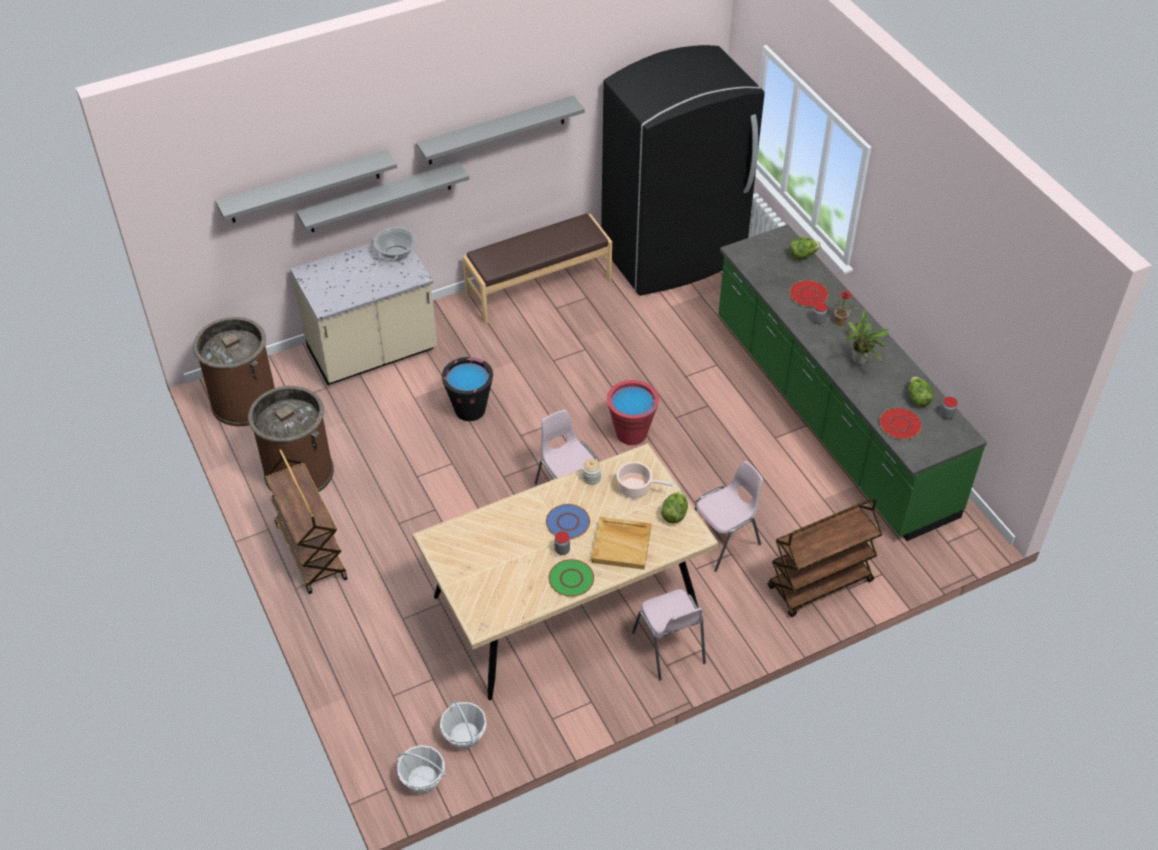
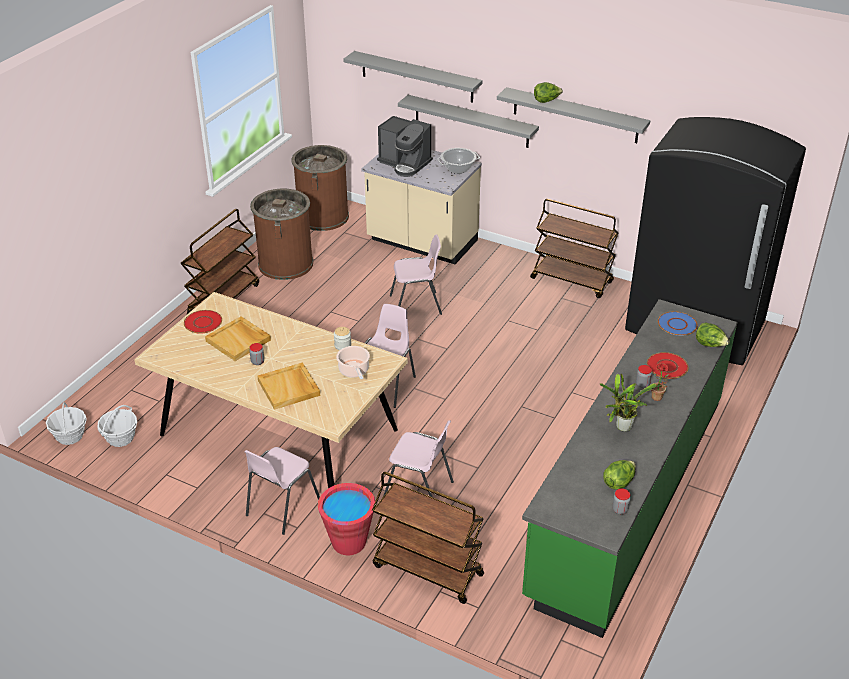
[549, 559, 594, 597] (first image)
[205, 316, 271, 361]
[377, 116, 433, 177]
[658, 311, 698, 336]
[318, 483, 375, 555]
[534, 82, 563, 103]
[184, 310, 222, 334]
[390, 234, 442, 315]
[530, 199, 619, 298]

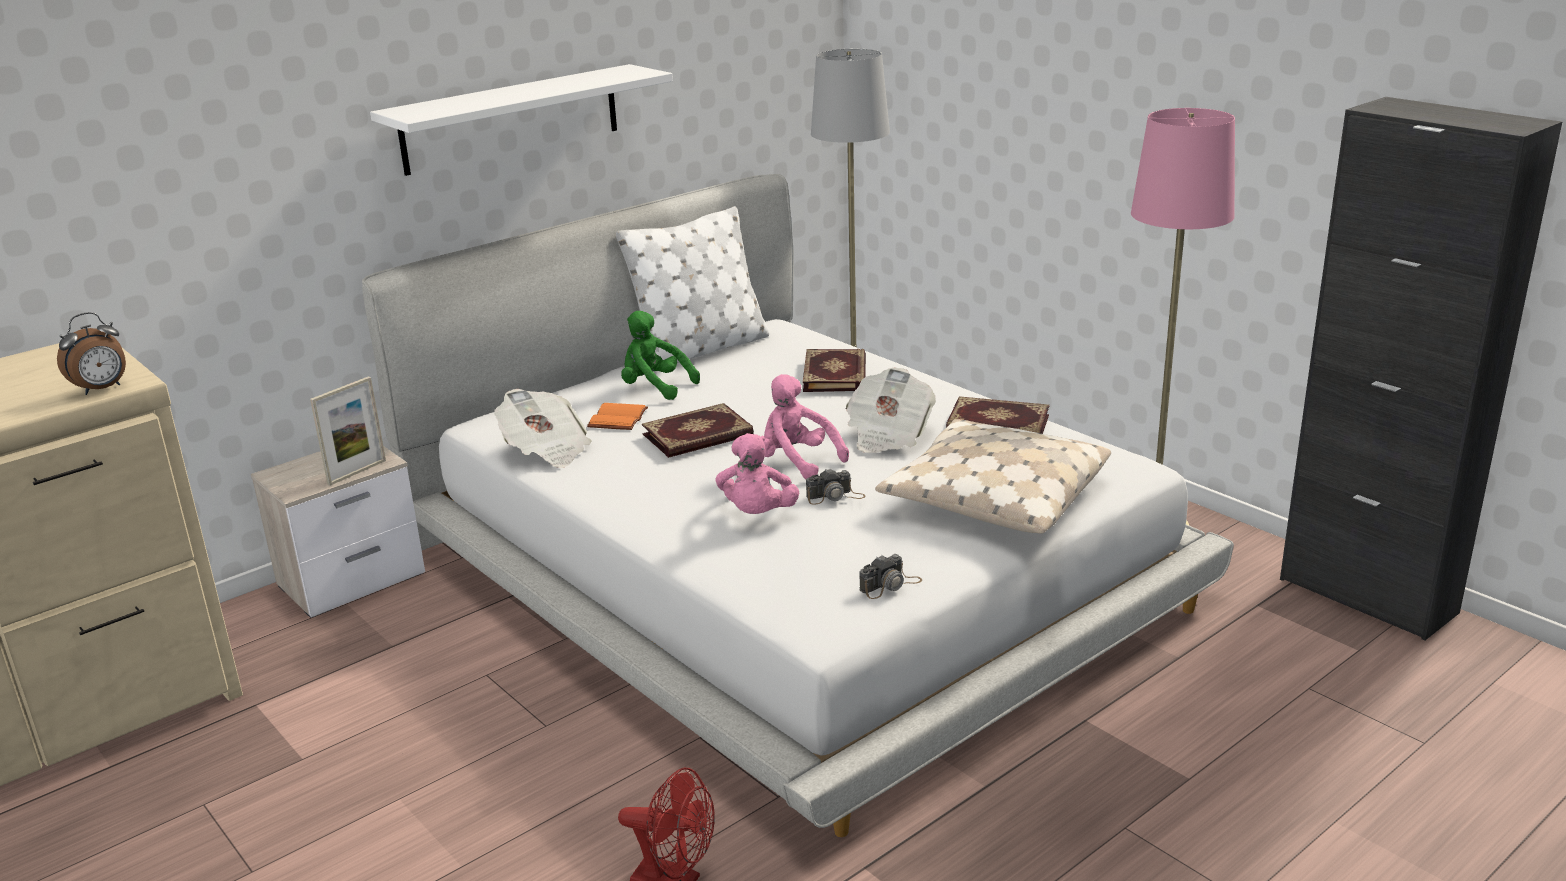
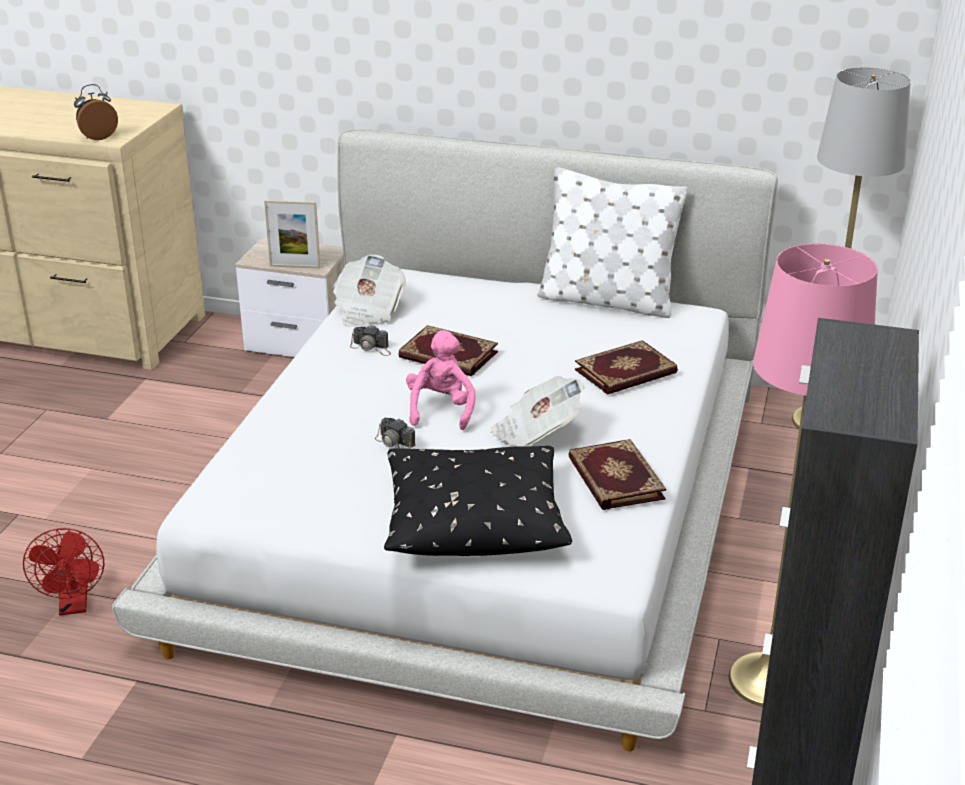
[370, 64, 673, 176] (first image)
[587, 403, 648, 430] (first image)
[621, 311, 700, 400] (first image)
[716, 433, 799, 514] (first image)
[350, 325, 391, 356]
[384, 446, 572, 556]
[74, 84, 118, 140]

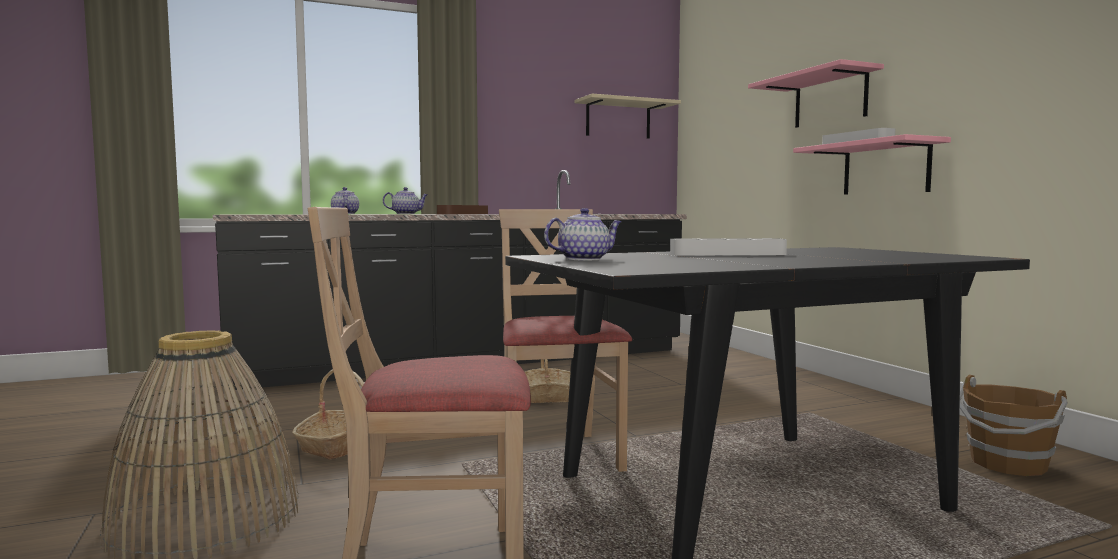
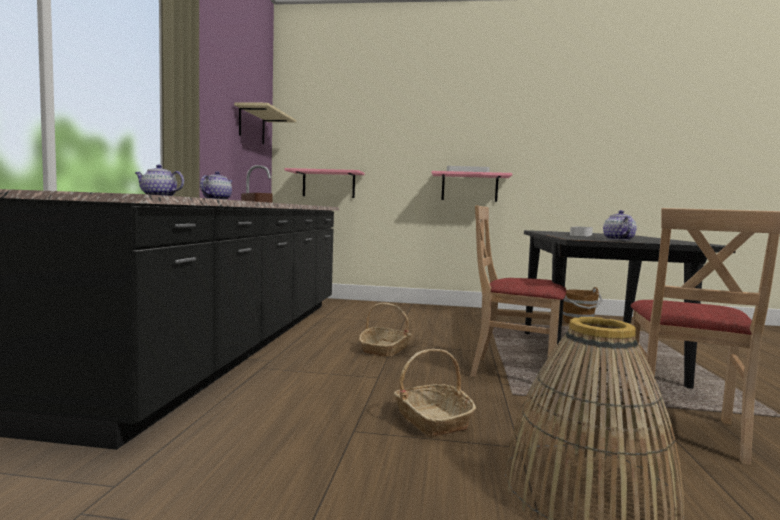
[284, 168, 365, 198]

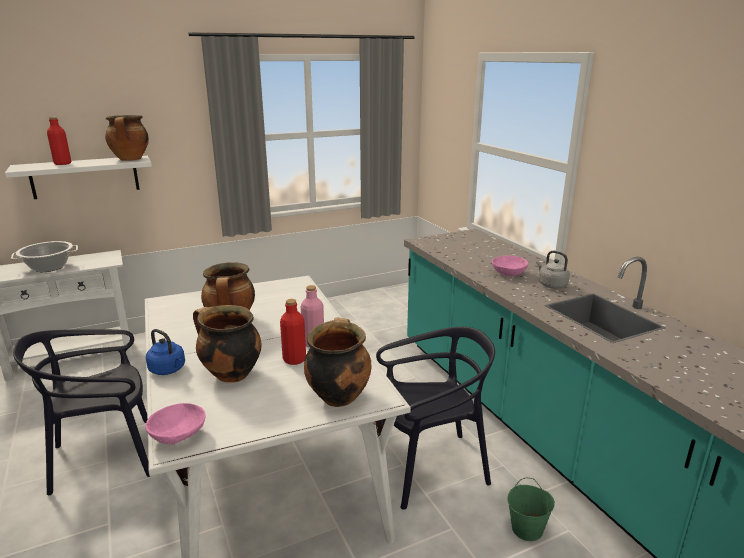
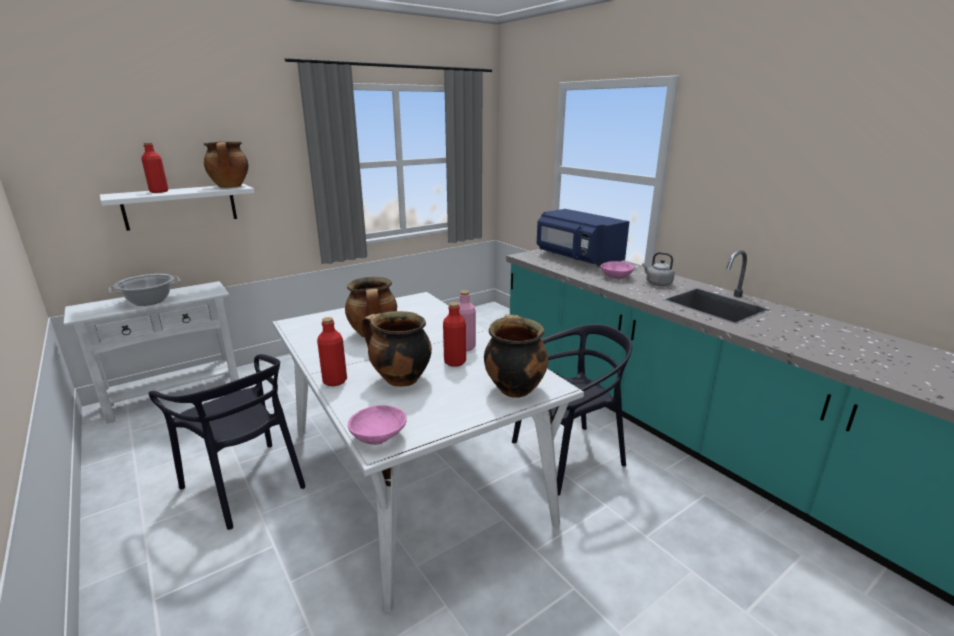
[507, 478, 555, 541] (first image)
[537, 209, 630, 266]
[317, 317, 347, 386]
[149, 354, 306, 530]

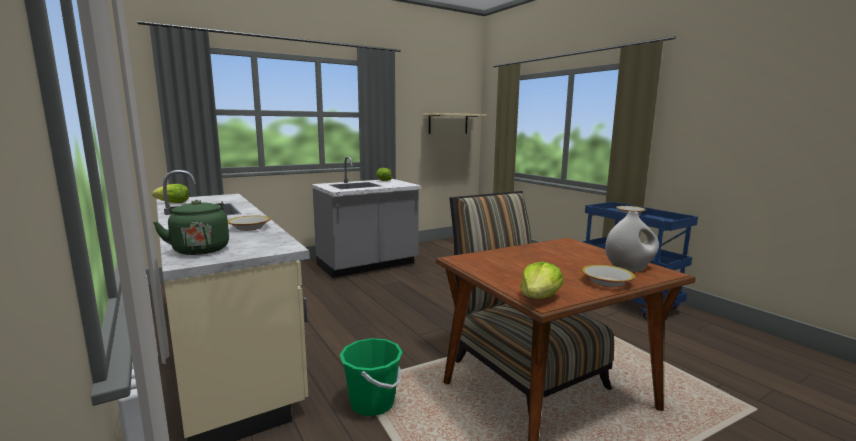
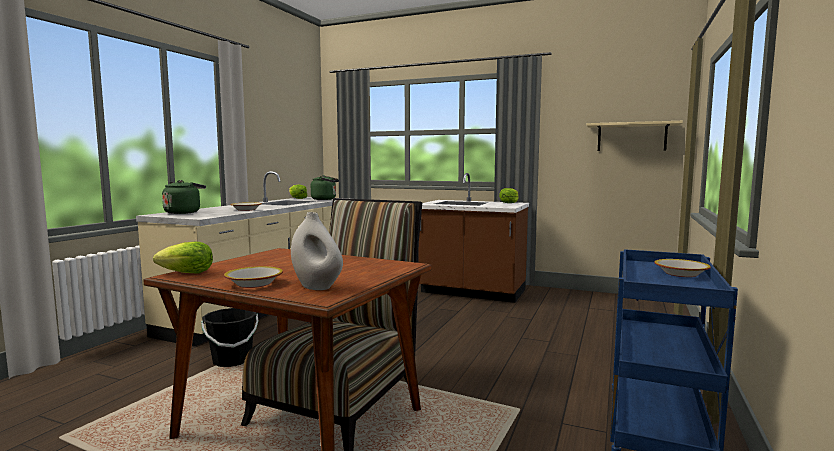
[311, 175, 339, 200]
[418, 173, 529, 303]
[201, 308, 258, 367]

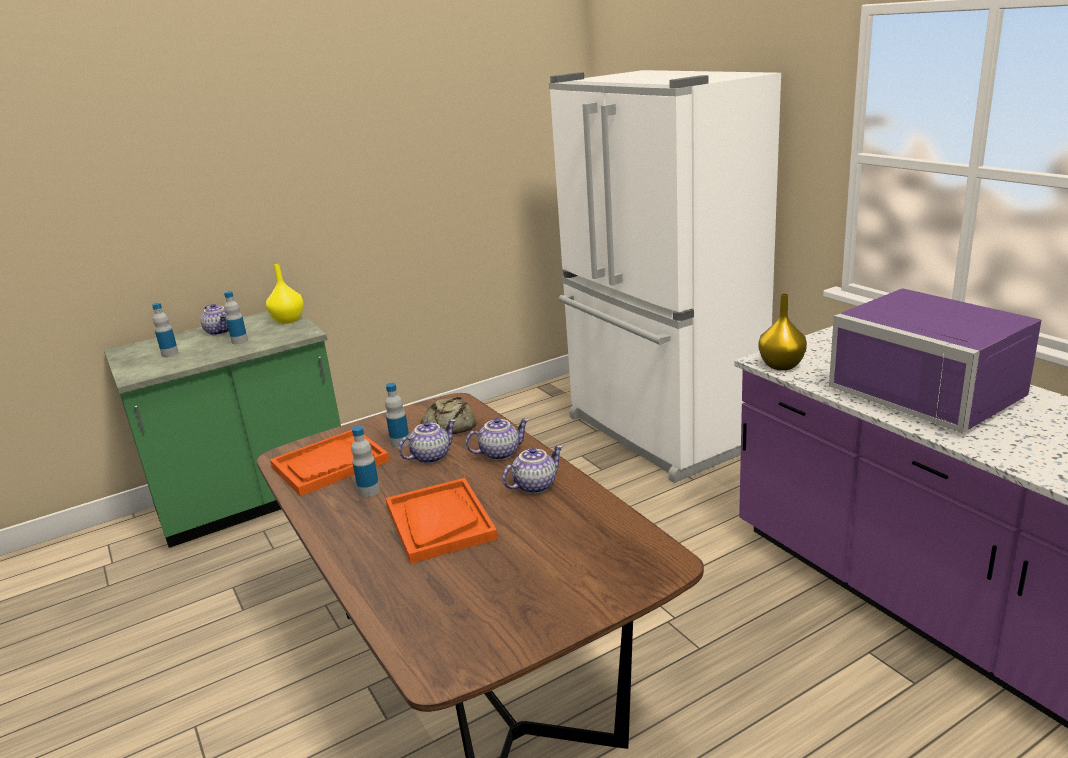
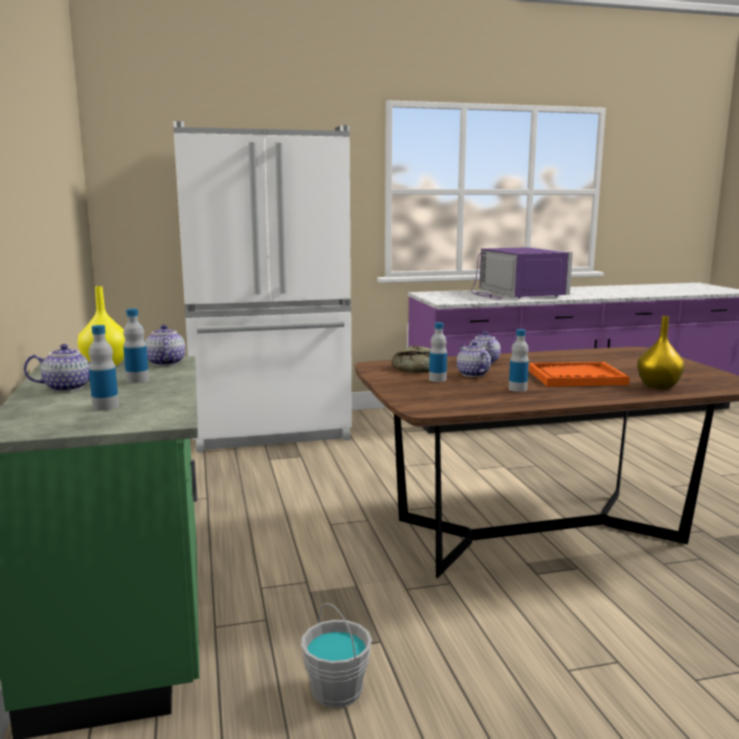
[270, 430, 389, 496] (first image)
[301, 603, 372, 708]
[145, 325, 186, 366]
[637, 316, 685, 389]
[471, 247, 573, 299]

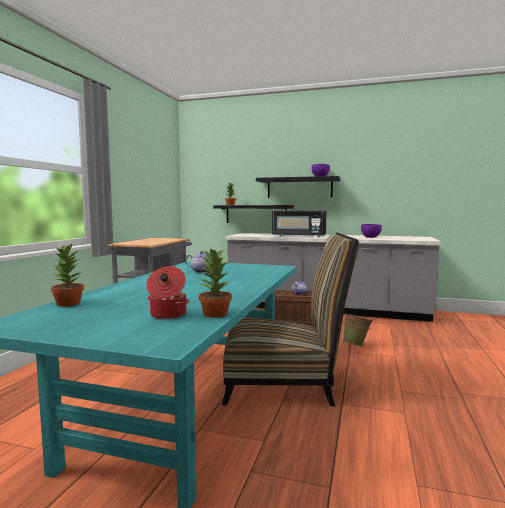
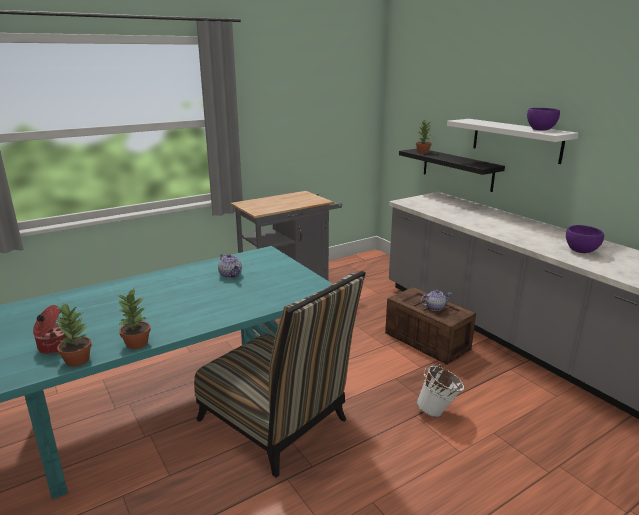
[272, 211, 327, 238] (first image)
[118, 289, 151, 349]
[447, 119, 579, 164]
[416, 364, 464, 418]

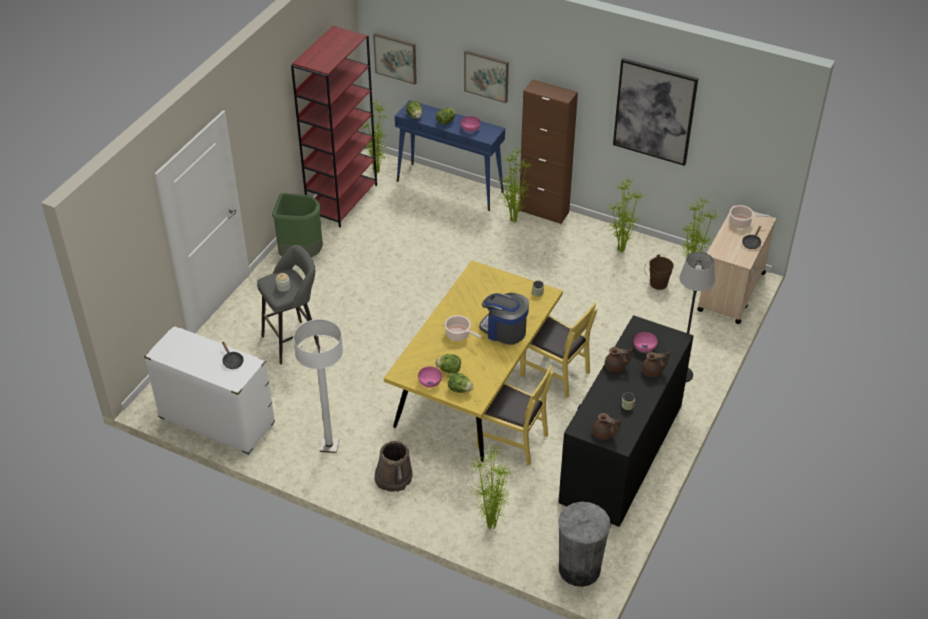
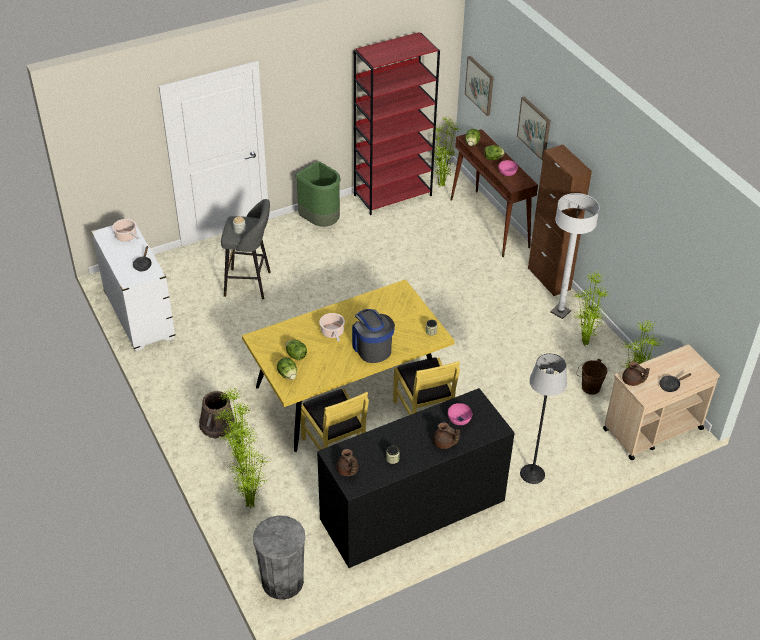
[418, 366, 442, 388] (first image)
[613, 58, 698, 166] (first image)
[550, 193, 600, 319]
[214, 387, 254, 463]
[622, 361, 650, 386]
[112, 219, 140, 242]
[450, 129, 538, 257]

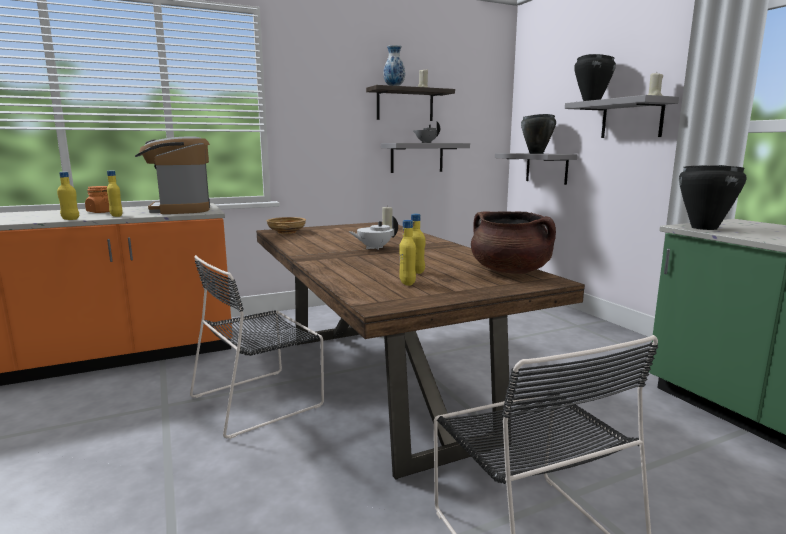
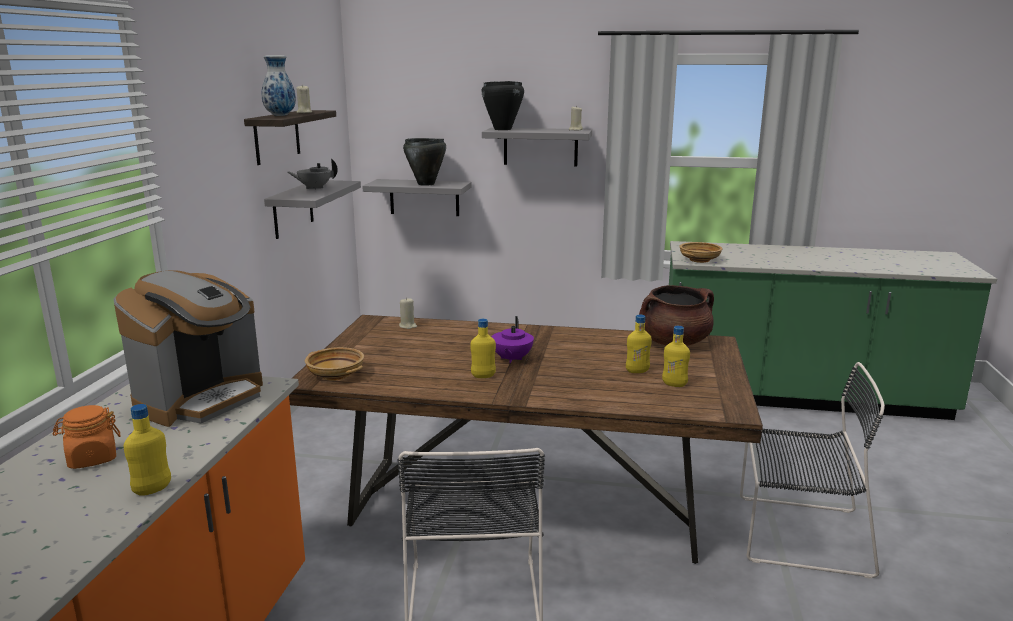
[470, 319, 496, 378]
[679, 242, 723, 263]
[491, 316, 534, 363]
[113, 270, 263, 427]

